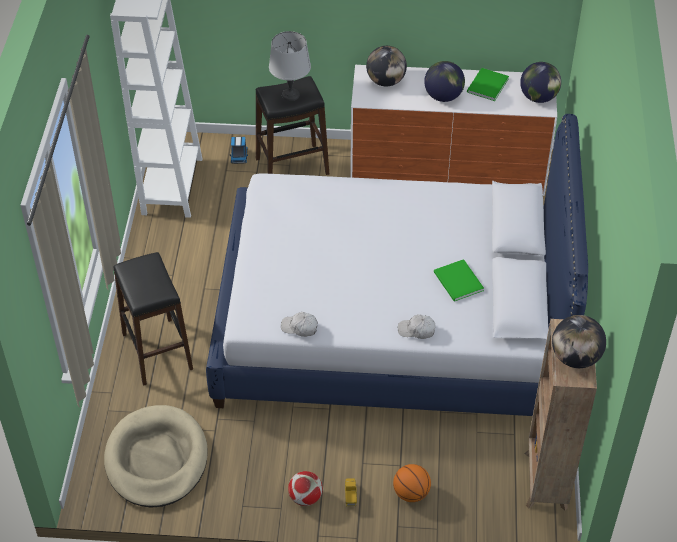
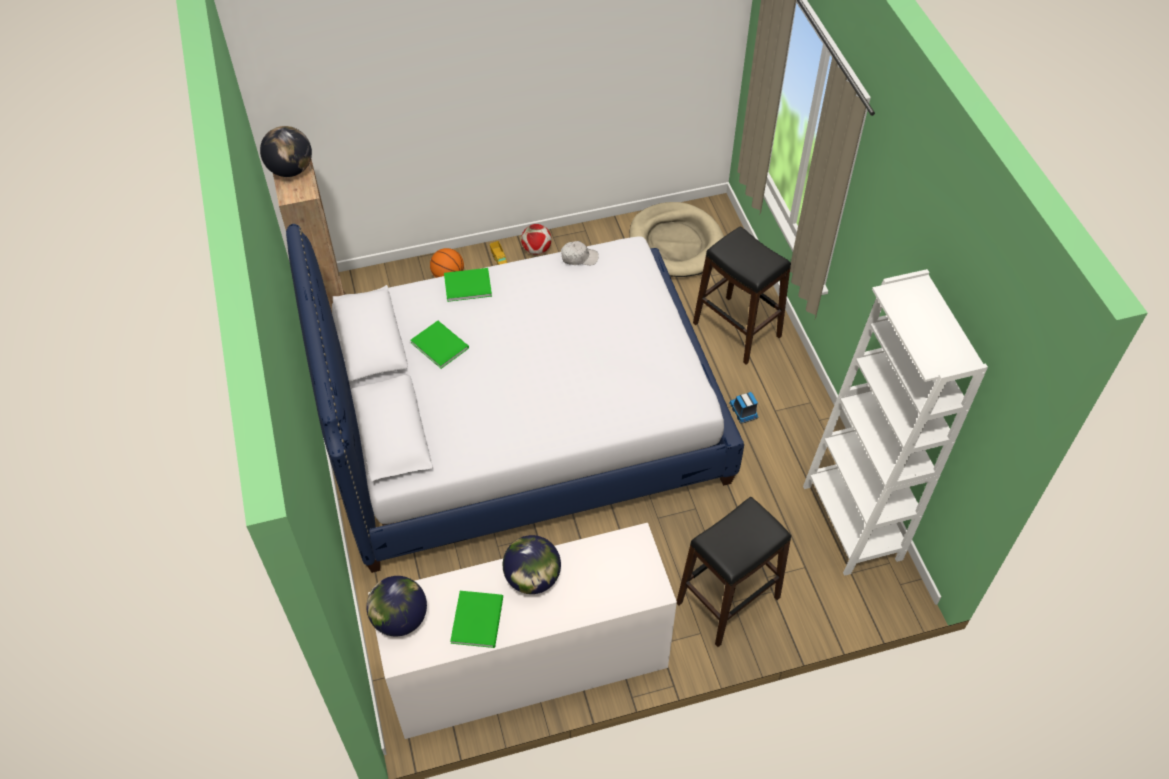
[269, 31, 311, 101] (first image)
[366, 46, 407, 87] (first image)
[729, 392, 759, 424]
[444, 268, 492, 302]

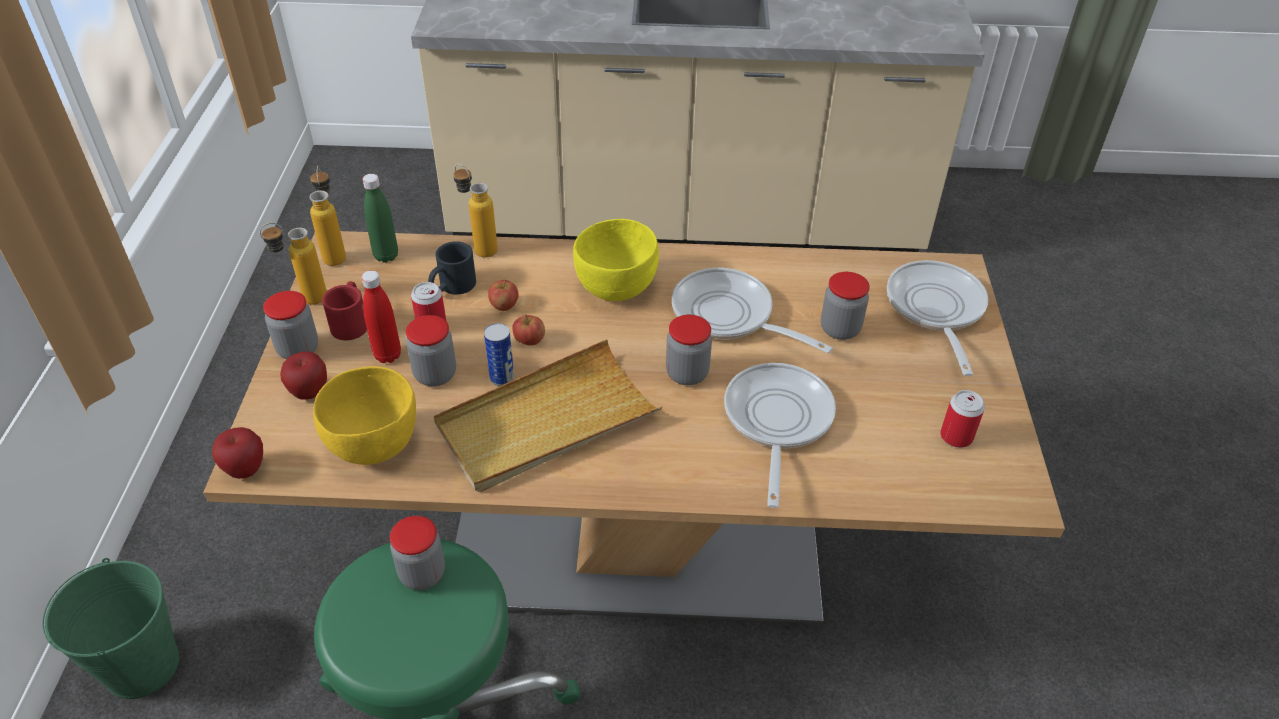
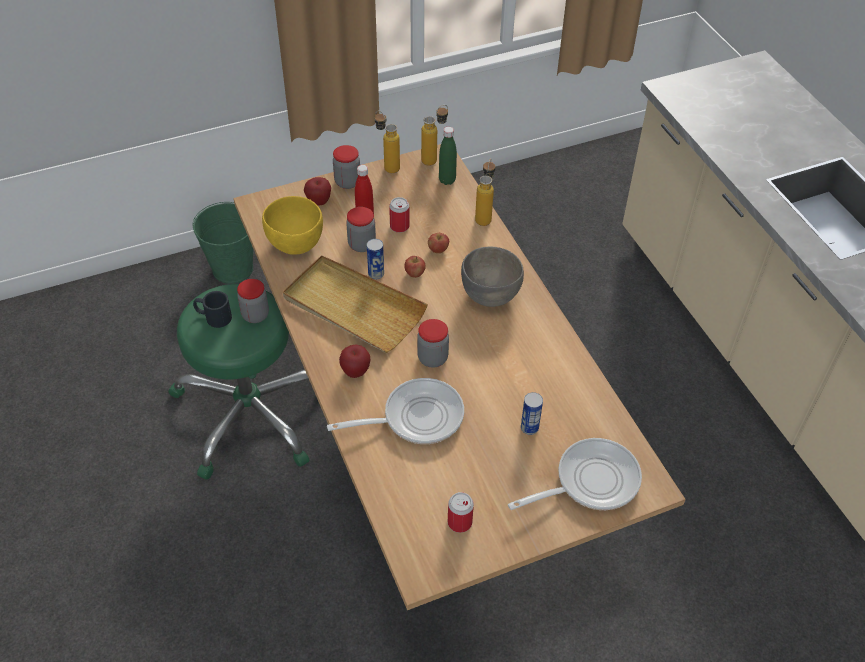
[322, 281, 367, 340] (first image)
[672, 268, 833, 353] (first image)
[339, 344, 371, 378]
[193, 291, 232, 328]
[521, 392, 543, 435]
[461, 247, 524, 307]

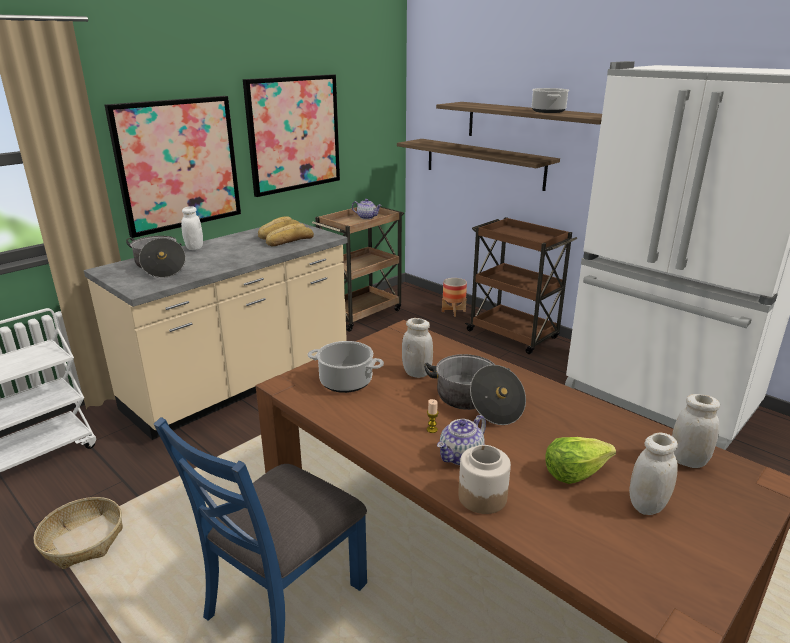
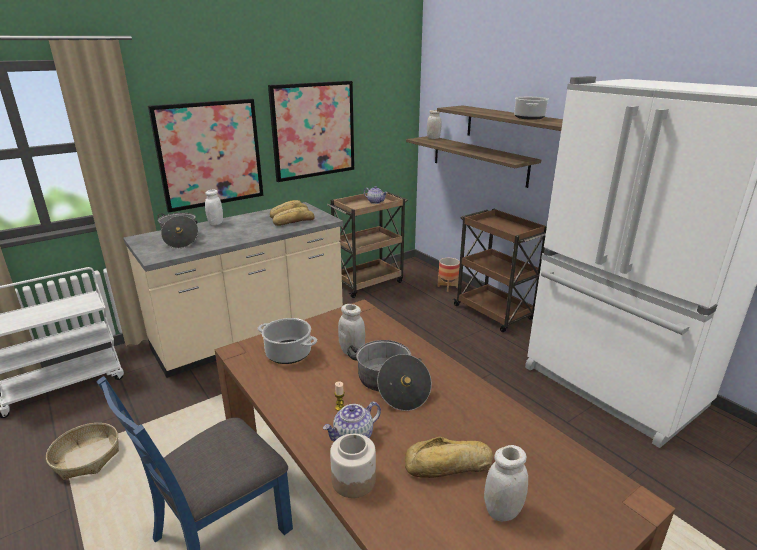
[427, 110, 442, 139]
[405, 437, 493, 478]

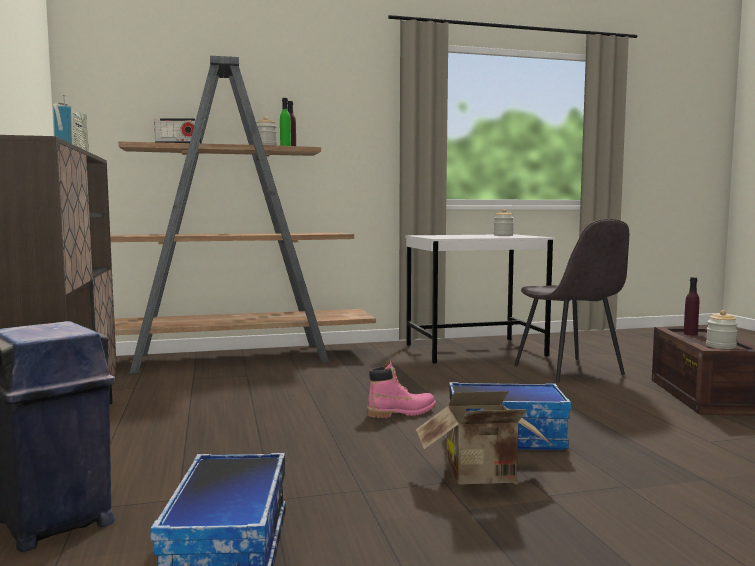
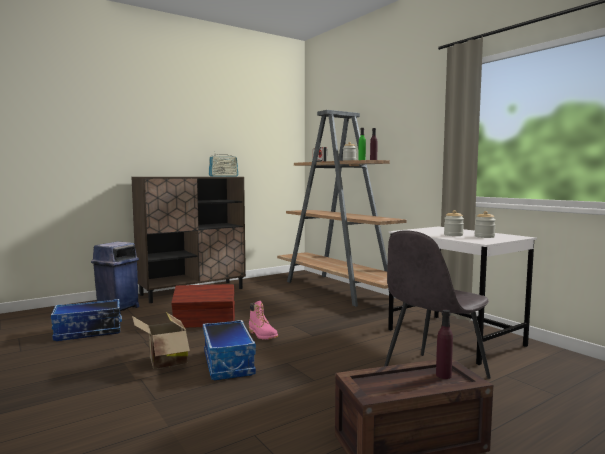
[171, 284, 235, 328]
[444, 210, 464, 236]

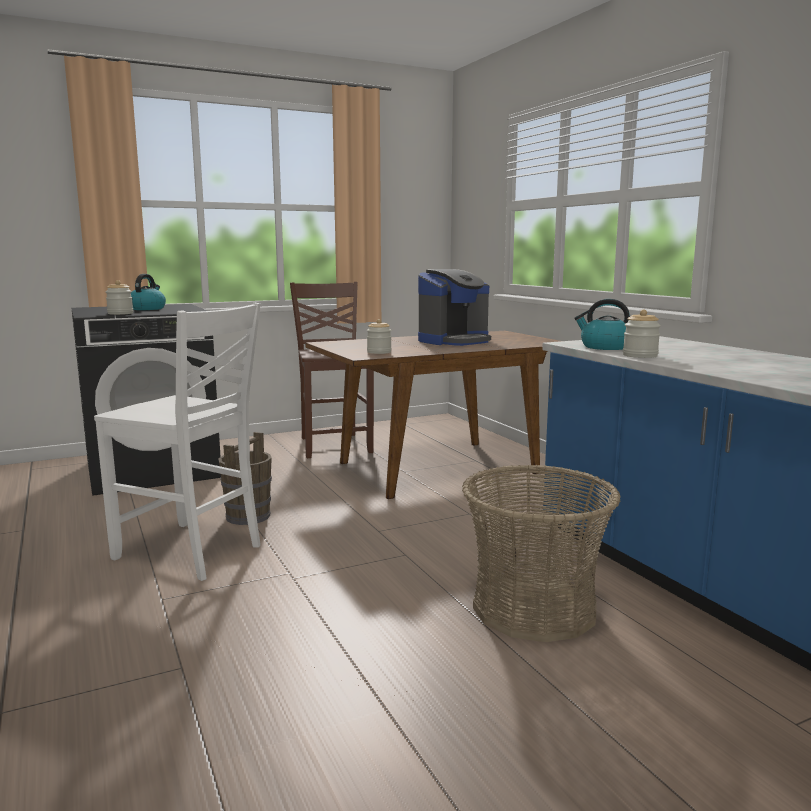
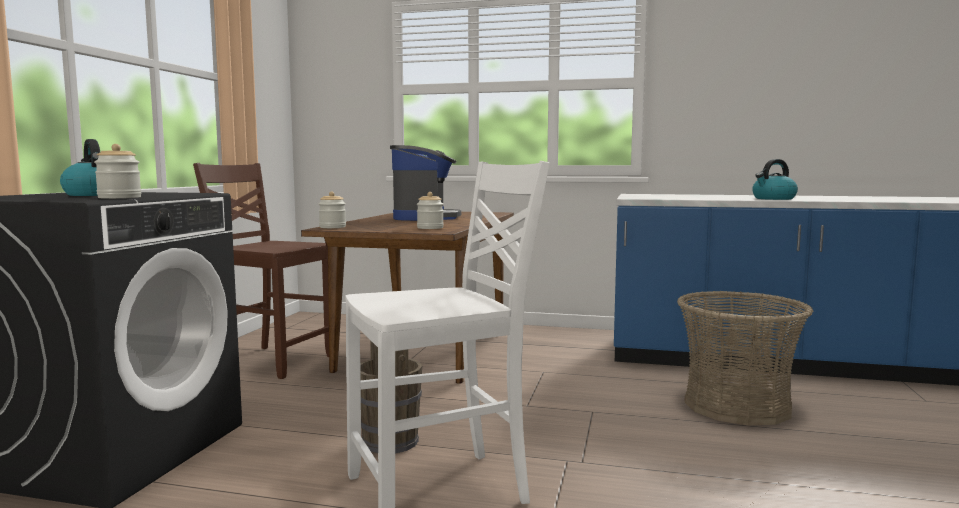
[752, 159, 798, 200]
[319, 192, 346, 228]

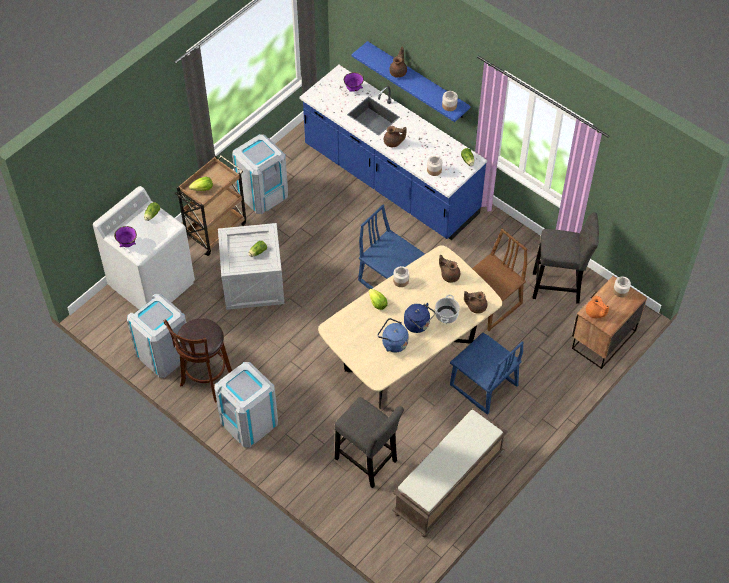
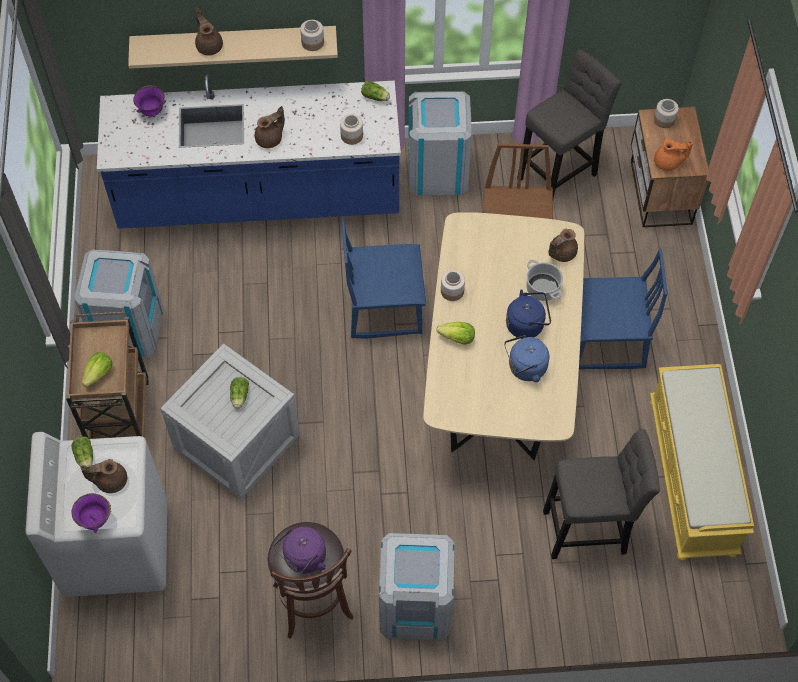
[273, 527, 326, 574]
[408, 91, 472, 196]
[80, 459, 127, 493]
[128, 26, 338, 69]
[650, 364, 754, 561]

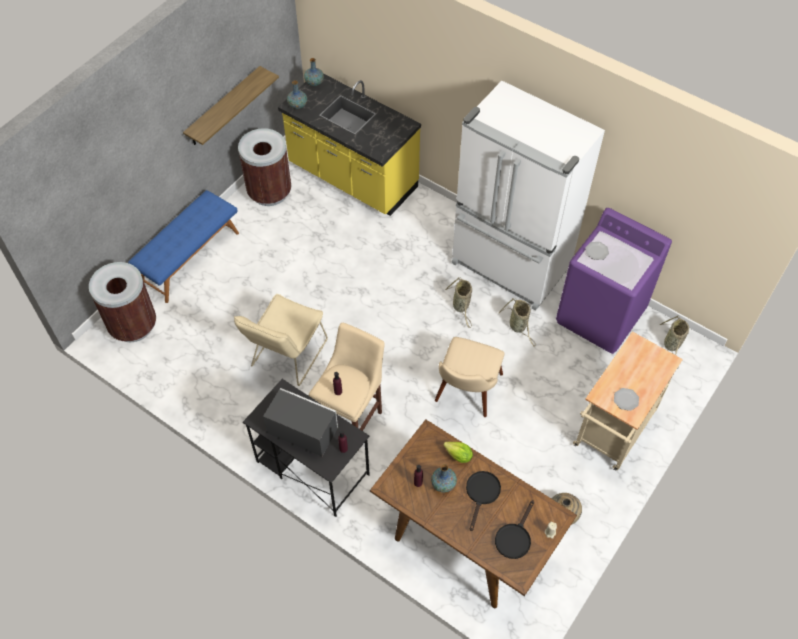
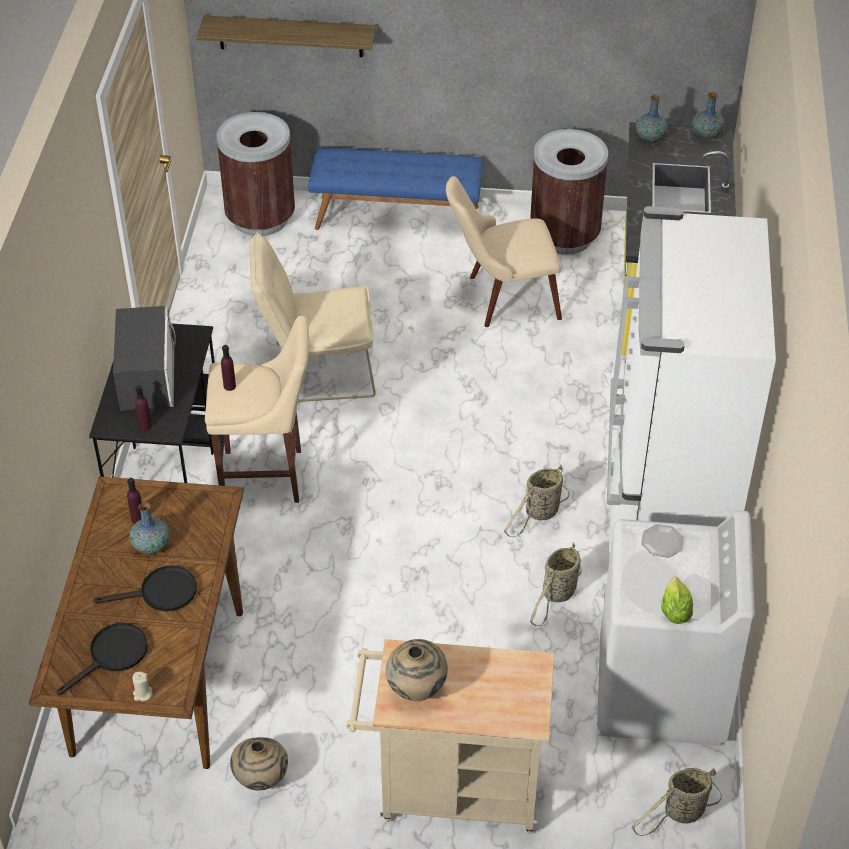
[196, 15, 376, 57]
[446, 176, 562, 327]
[661, 577, 693, 624]
[386, 639, 448, 701]
[597, 510, 755, 746]
[57, 623, 148, 695]

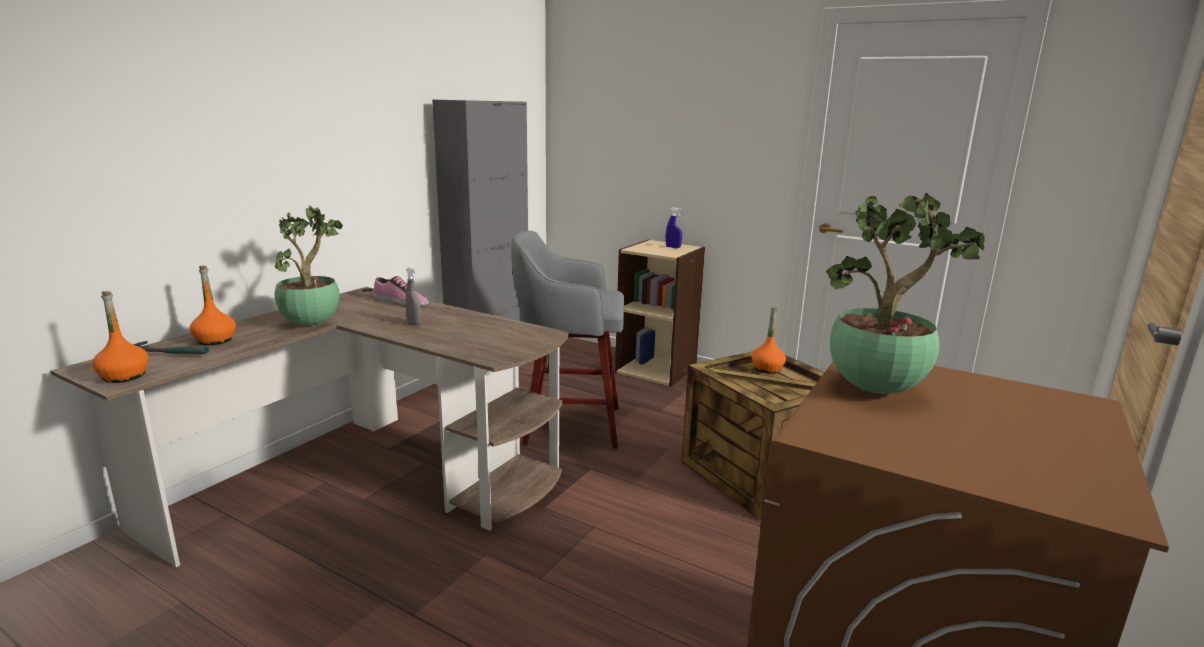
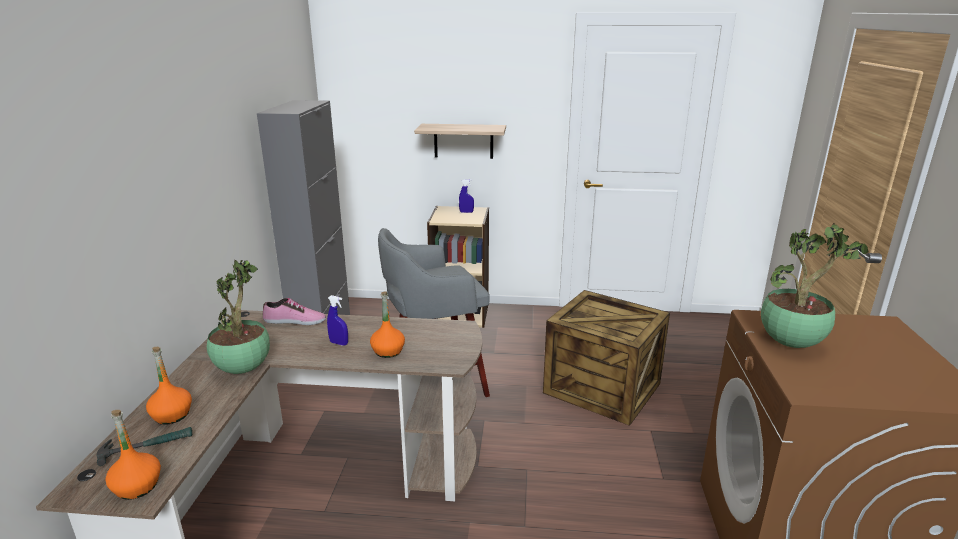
[414, 124, 506, 159]
[370, 291, 405, 358]
[327, 295, 348, 345]

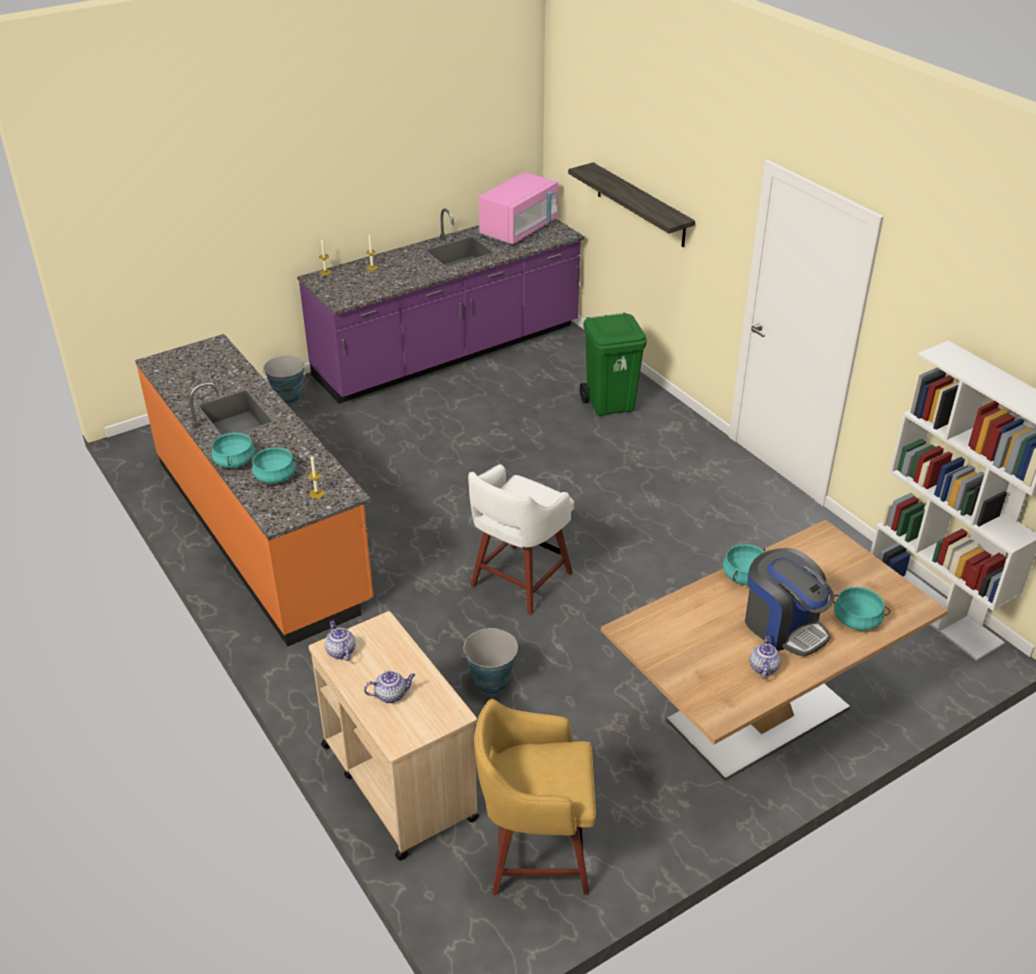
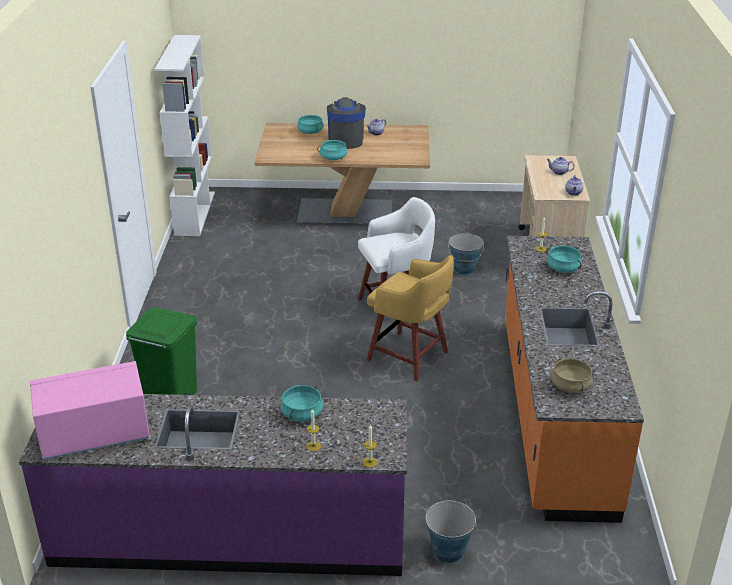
[568, 163, 695, 247] (first image)
[551, 358, 593, 393]
[281, 385, 323, 421]
[367, 255, 454, 381]

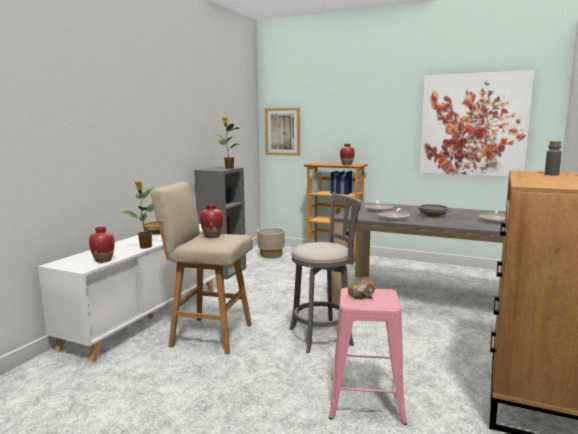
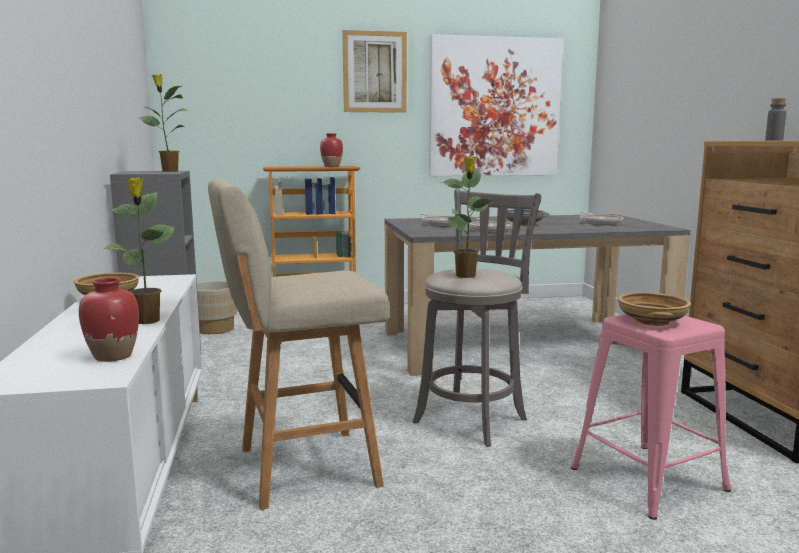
[200, 204, 223, 238] (first image)
[441, 156, 493, 278]
[342, 30, 407, 113]
[618, 292, 691, 326]

